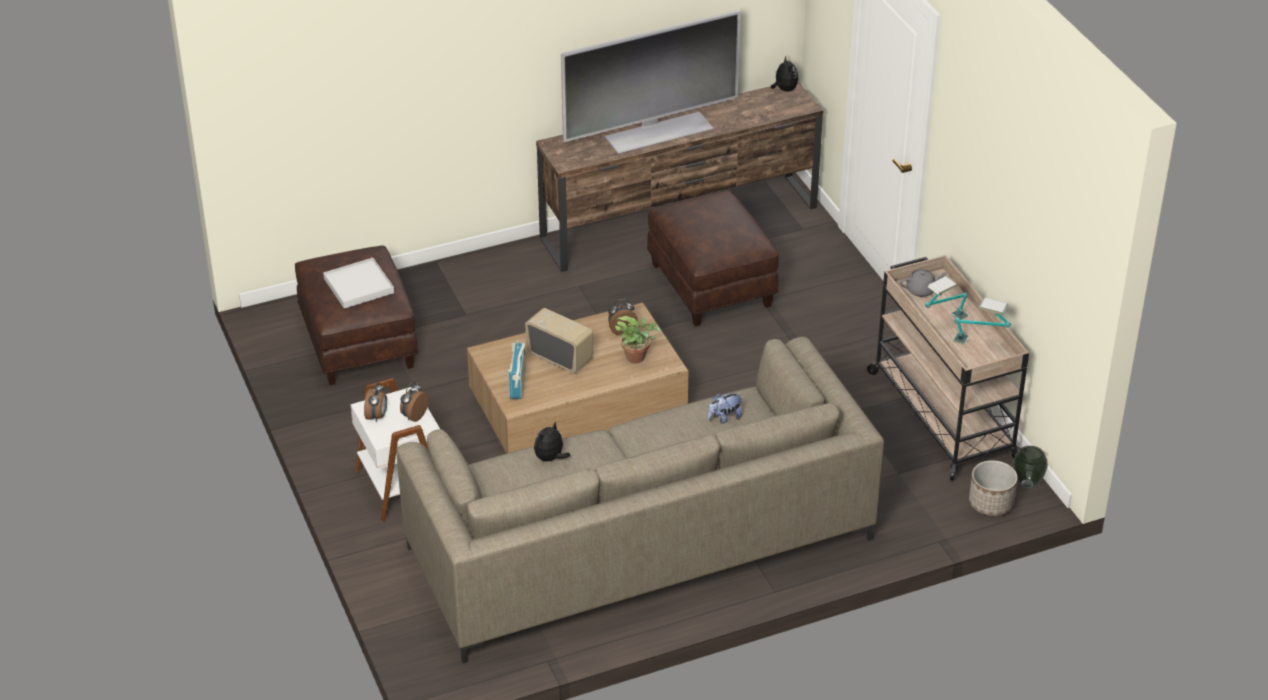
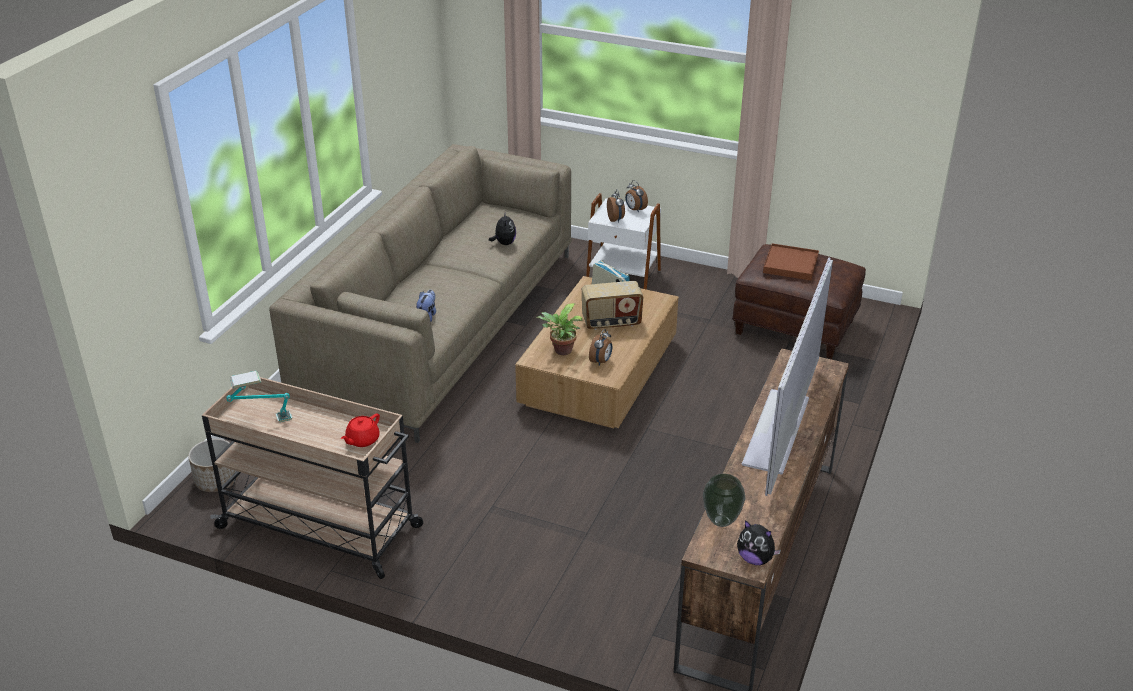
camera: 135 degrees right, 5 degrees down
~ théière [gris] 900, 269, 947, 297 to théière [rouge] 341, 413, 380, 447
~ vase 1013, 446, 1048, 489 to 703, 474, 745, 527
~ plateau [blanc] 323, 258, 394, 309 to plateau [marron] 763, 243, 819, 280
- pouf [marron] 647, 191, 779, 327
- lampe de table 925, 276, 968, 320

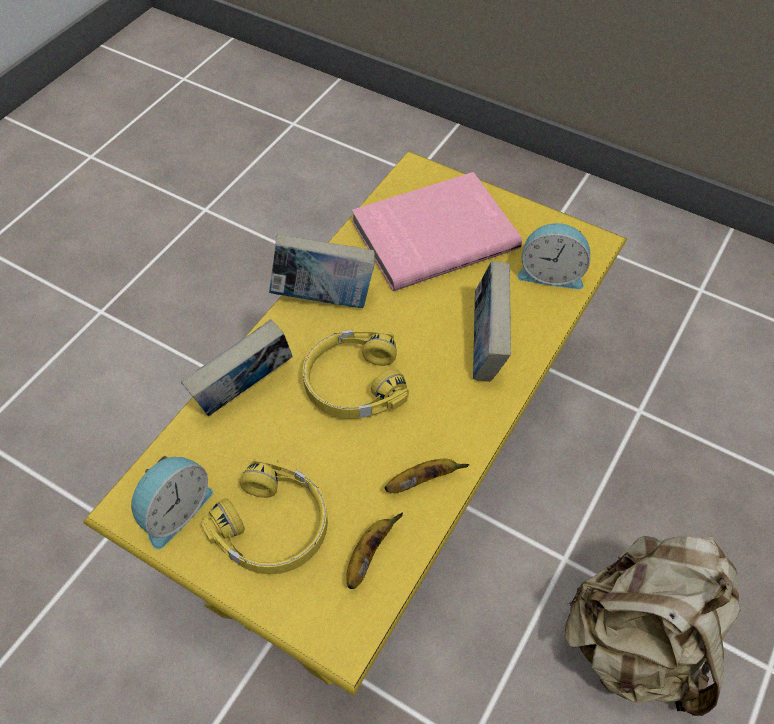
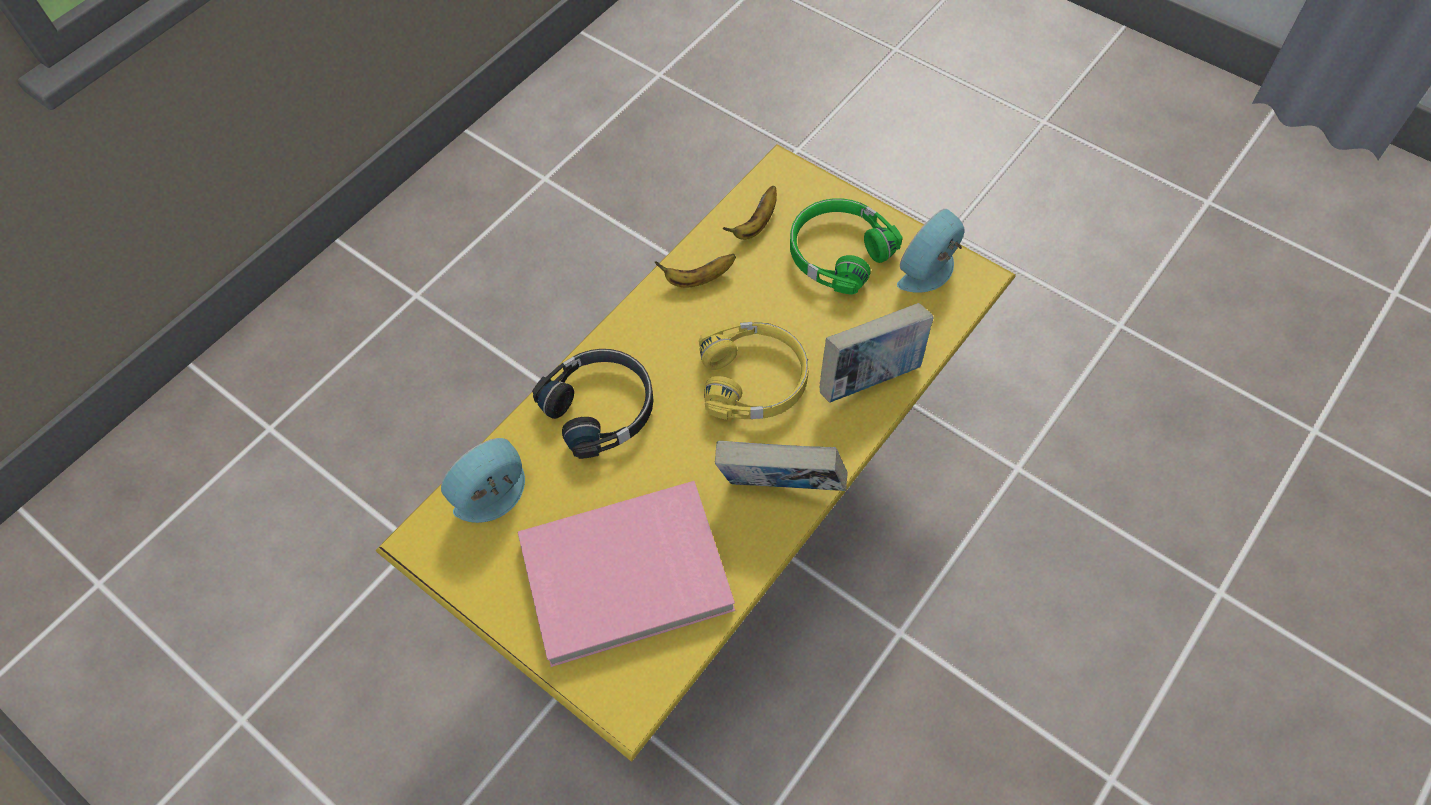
camera: 170 degrees left, 5 degrees up
~ réveil 517, 223, 590, 290 = 441, 438, 525, 523 60 degrees counterclockwise
~ livre 473, 261, 511, 382 to casque audio [noir] 532, 349, 653, 459
~ casque audio [jaune] 201, 457, 328, 575 to casque audio [vert] 790, 198, 902, 295
- sac à dos [beige] 565, 536, 741, 716

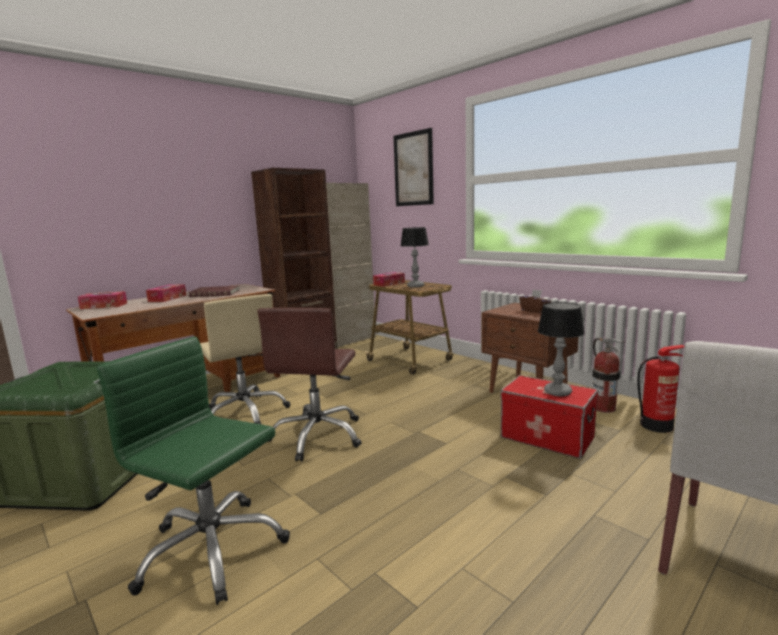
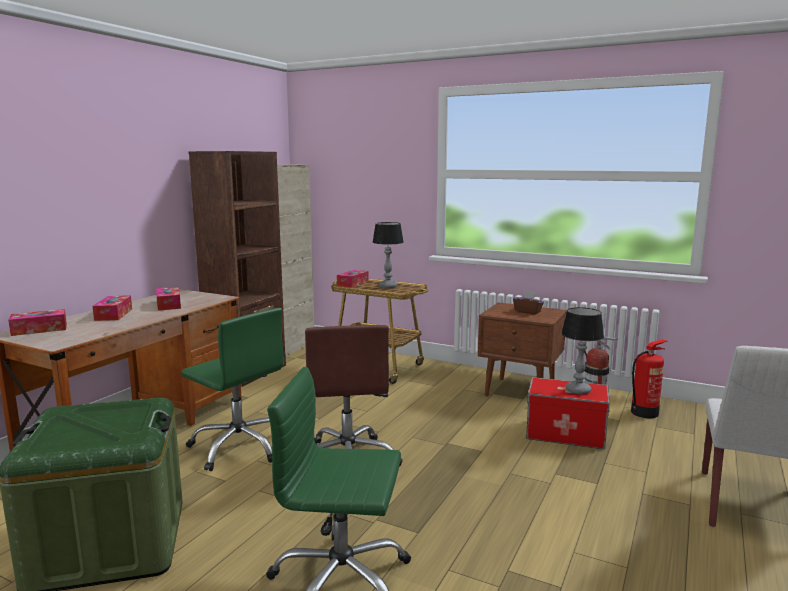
camera: 20 degrees left, 0 degrees up
~ livre [rouge] 189, 286, 239, 297 to boîte à mouchoirs 156, 287, 181, 311
~ chaise de bureau [beige] 200, 294, 290, 424 to chaise de bureau [vert] 181, 308, 283, 471
- tableau 393, 128, 434, 206

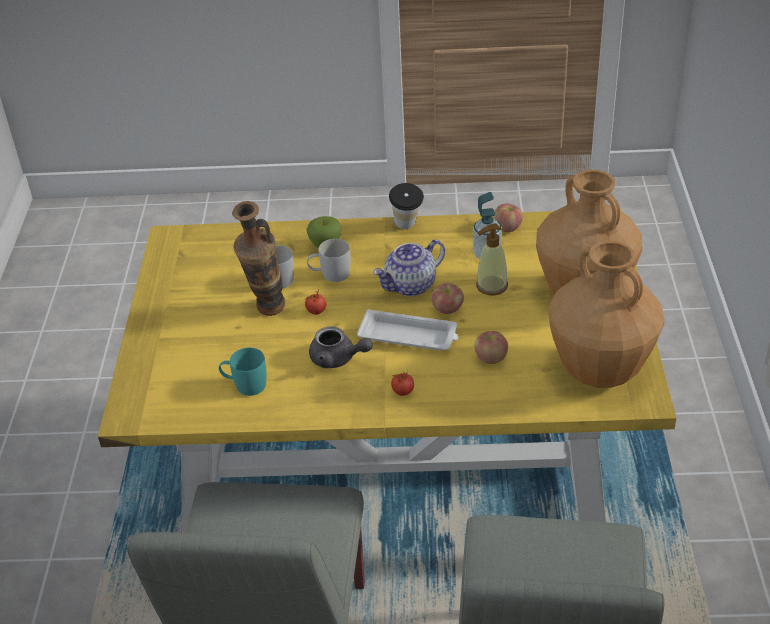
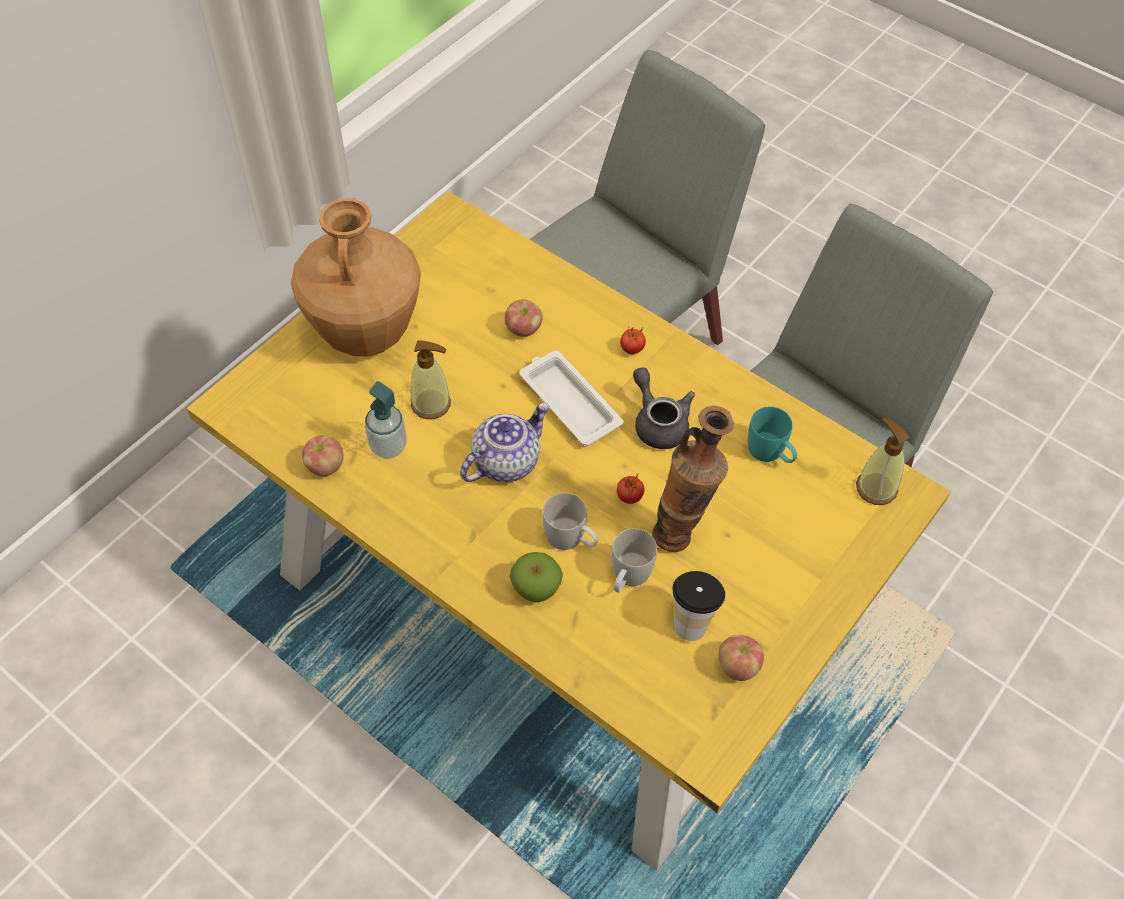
camera: 145 degrees left, 15 degrees up
~ théière 373, 239, 445, 296 = 460, 403, 550, 482 45 degrees counterclockwise
~ tasse 389, 183, 424, 229 to 673, 571, 725, 641
~ pomme 432, 283, 464, 314 to 718, 635, 764, 681
+ distributeur de savon 856, 418, 910, 505
- vase [marron] 548, 241, 665, 388

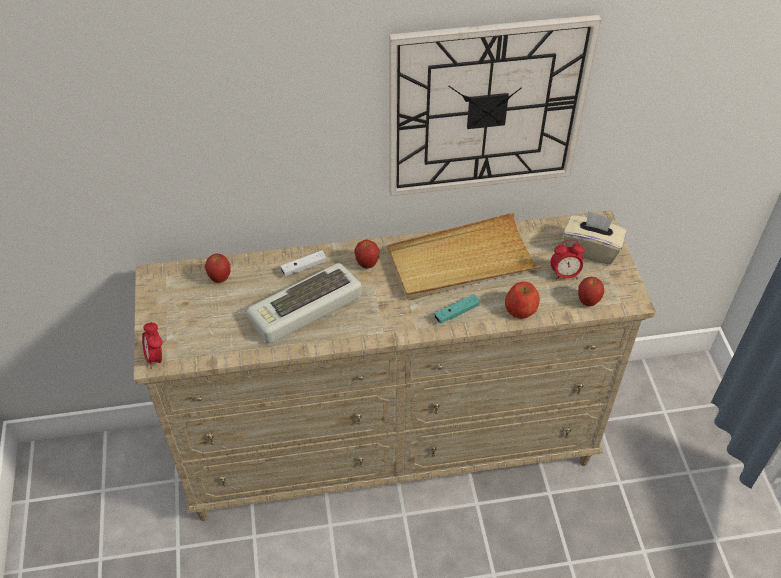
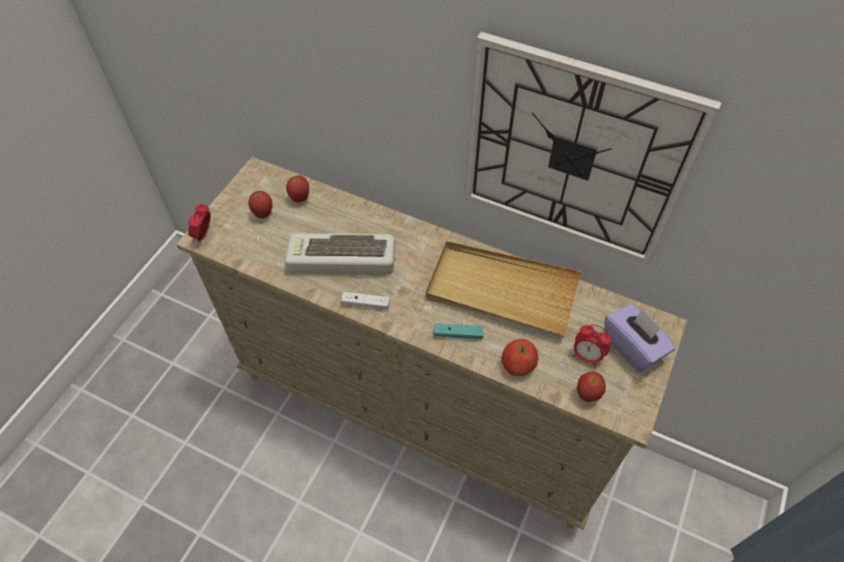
camera: 35 degrees right, 5 degrees up
~ pomme 354, 240, 380, 269 to 248, 191, 273, 218
~ manette [blanc] 281, 250, 326, 276 to 341, 292, 390, 310
~ boîte à mouchoirs [beige] 563, 211, 627, 265 to boîte à mouchoirs [violet] 604, 304, 676, 372

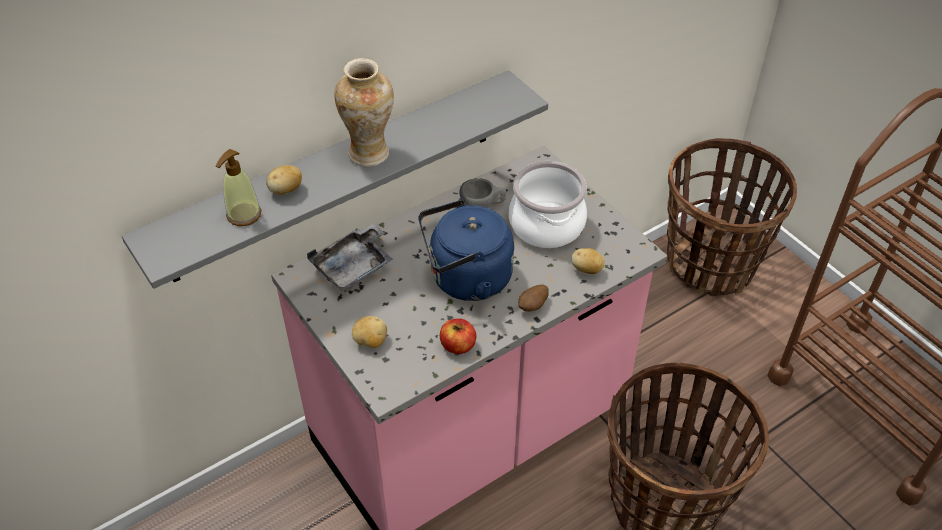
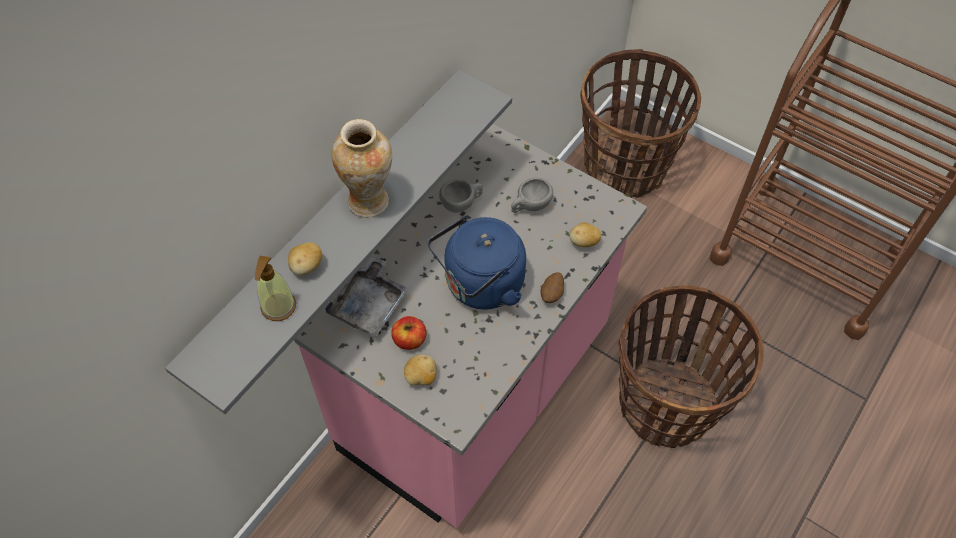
camera: 20 degrees left, 10 degrees up
~ pomme 440, 318, 476, 354 to 391, 316, 426, 350
~ marmite 509, 161, 587, 248 to tasse [gris] 511, 177, 553, 213

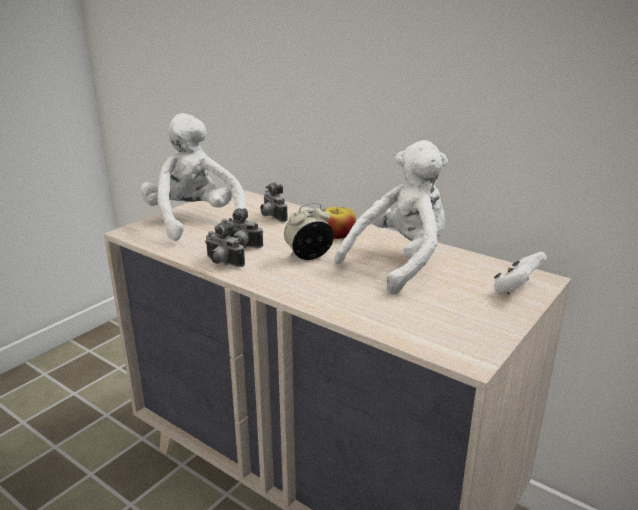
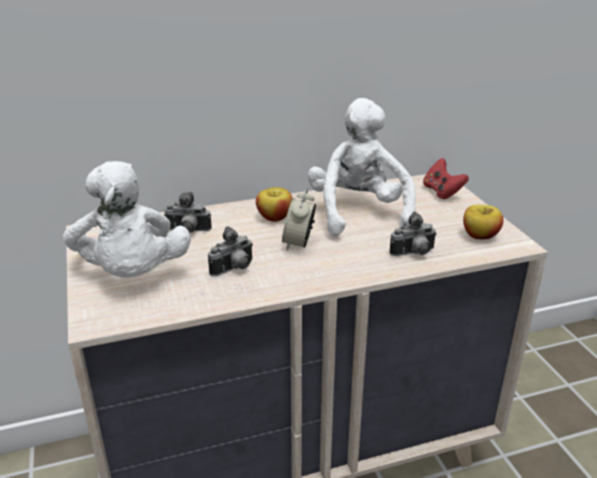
camera: 55 degrees left, 5 degrees up
~ peluche [blanc] 140, 113, 246, 241 = 63, 161, 191, 277 120 degrees counterclockwise
~ appareil photo 205, 222, 245, 267 to 389, 212, 437, 256
~ manette [blanc] 494, 252, 547, 294 to manette [rouge] 423, 158, 469, 199
+ pomme 463, 205, 503, 239

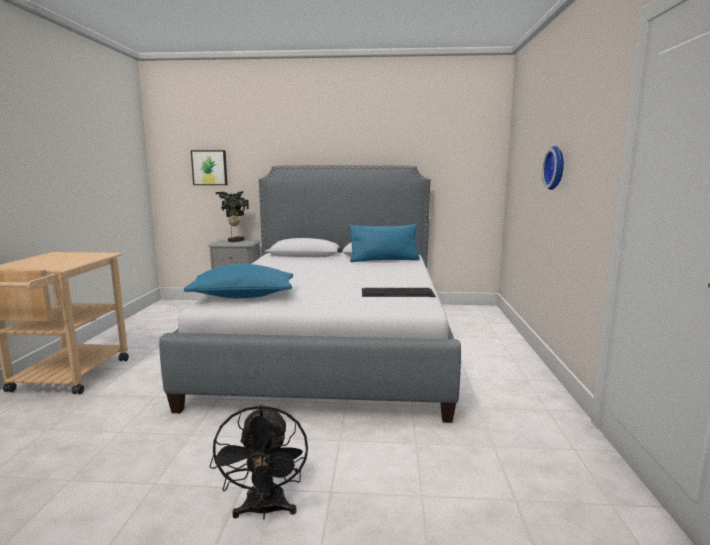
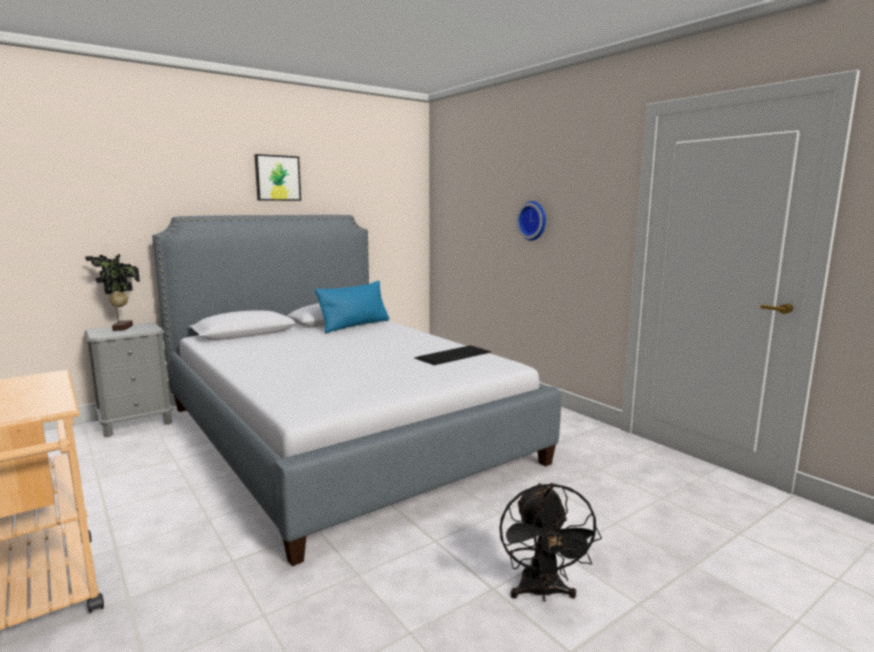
camera: 40 degrees left, 0 degrees up
~ tableau 191, 150, 228, 185 to 254, 154, 301, 201
~ ventilateur [noir] 209, 405, 308, 520 = 499, 483, 602, 601 45 degrees clockwise
- coussin [bleu] 184, 264, 293, 298

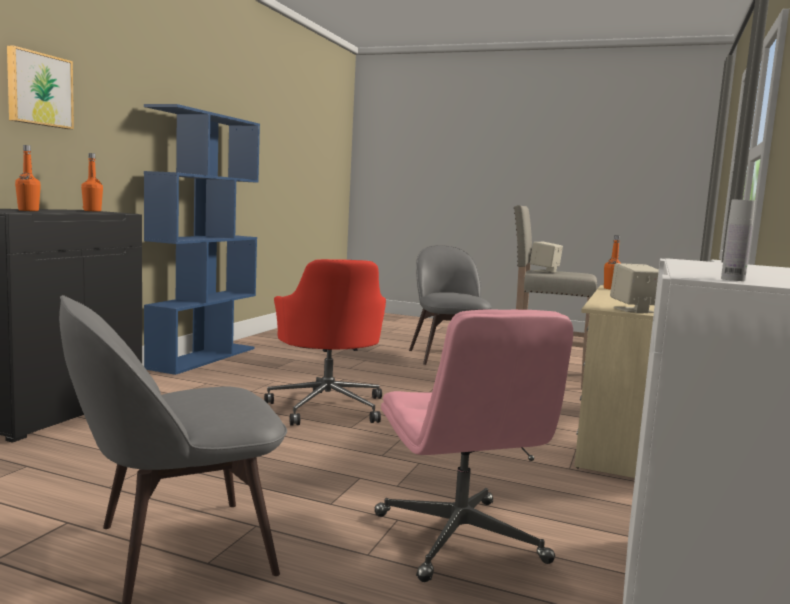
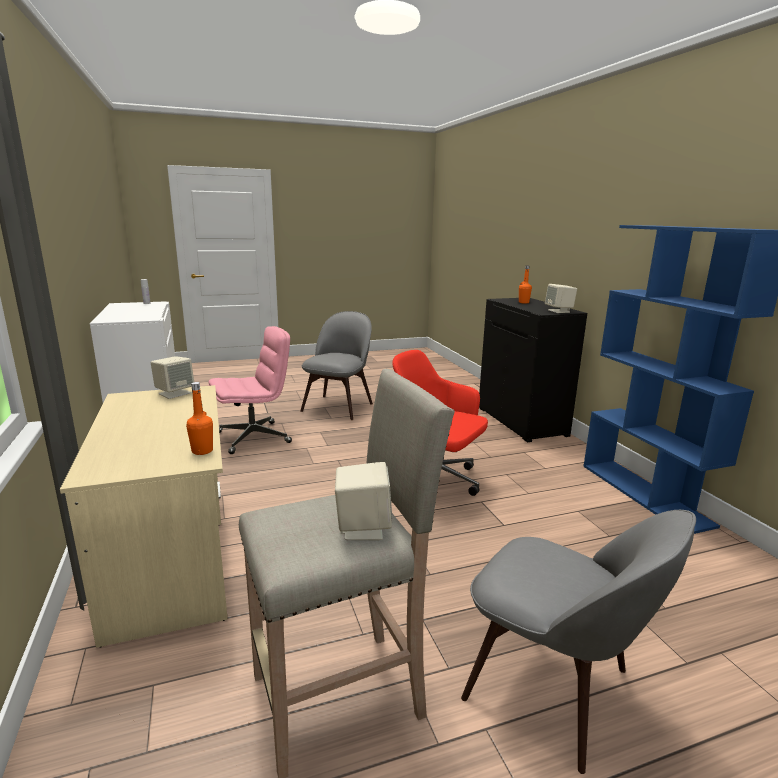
camera: 140 degrees right, 10 degrees up
~ chaise de bureau [rose] 375, 309, 573, 582 = 208, 326, 292, 454 120 degrees clockwise
~ bouteille [orange] 81, 153, 103, 212 to enceinte [beige] 545, 284, 577, 313
- tableau 7, 45, 74, 129

